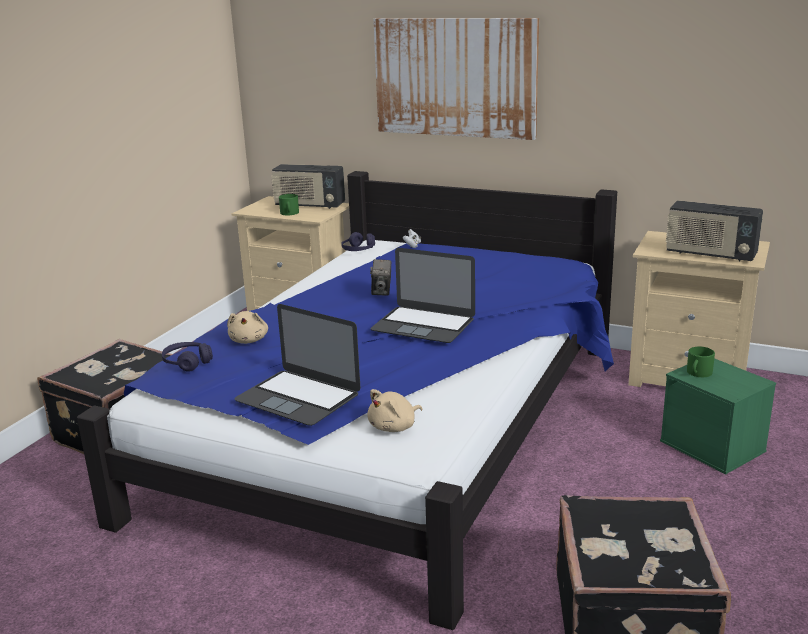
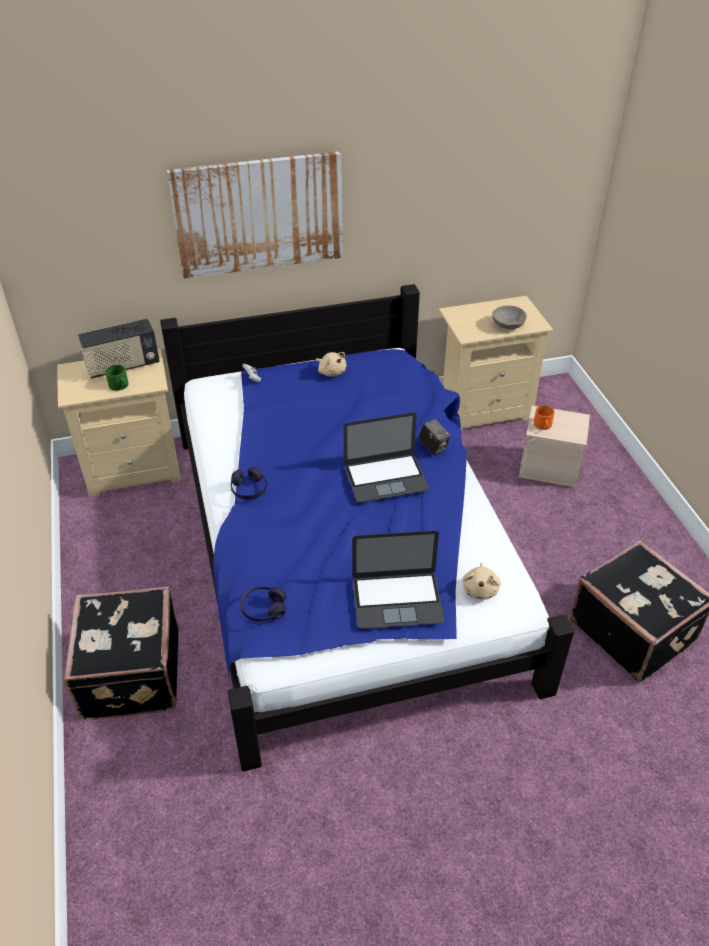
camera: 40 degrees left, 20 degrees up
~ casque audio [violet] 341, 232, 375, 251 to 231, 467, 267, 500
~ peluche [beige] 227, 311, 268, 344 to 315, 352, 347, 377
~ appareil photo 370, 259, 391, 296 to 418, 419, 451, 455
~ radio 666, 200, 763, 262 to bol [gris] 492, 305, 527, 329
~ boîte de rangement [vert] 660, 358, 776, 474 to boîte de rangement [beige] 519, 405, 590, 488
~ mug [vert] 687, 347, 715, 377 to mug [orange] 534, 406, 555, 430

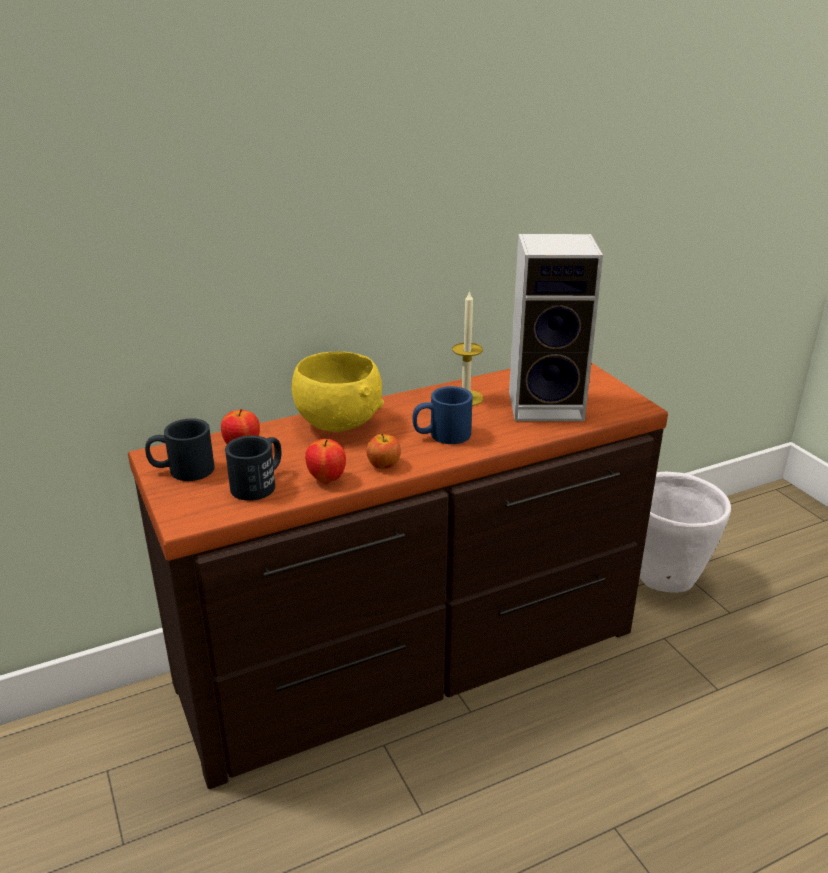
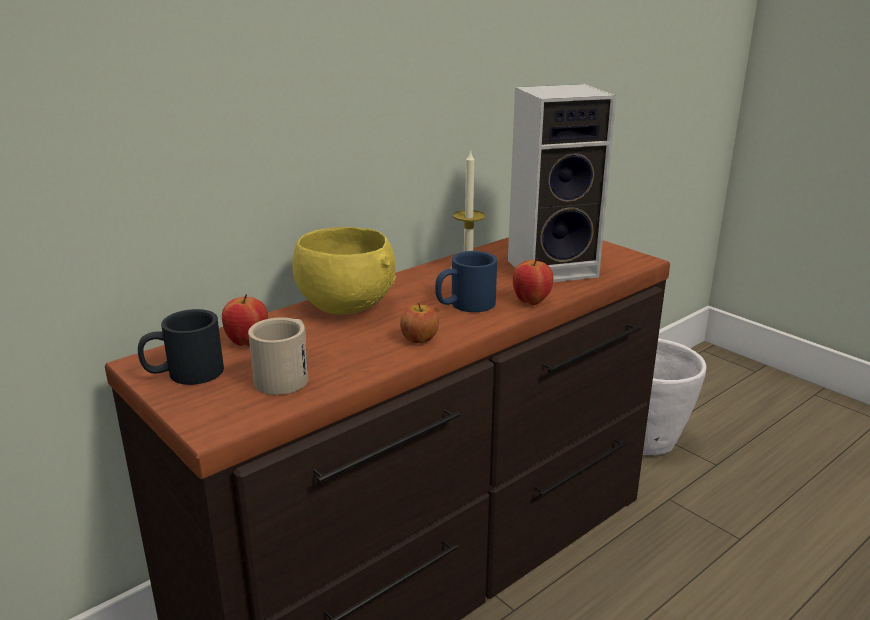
camera: 15 degrees left, 5 degrees down
~ mug [noir] 225, 435, 281, 501 to mug [beige] 248, 317, 308, 395
~ pomme 305, 439, 346, 484 to 513, 258, 554, 305

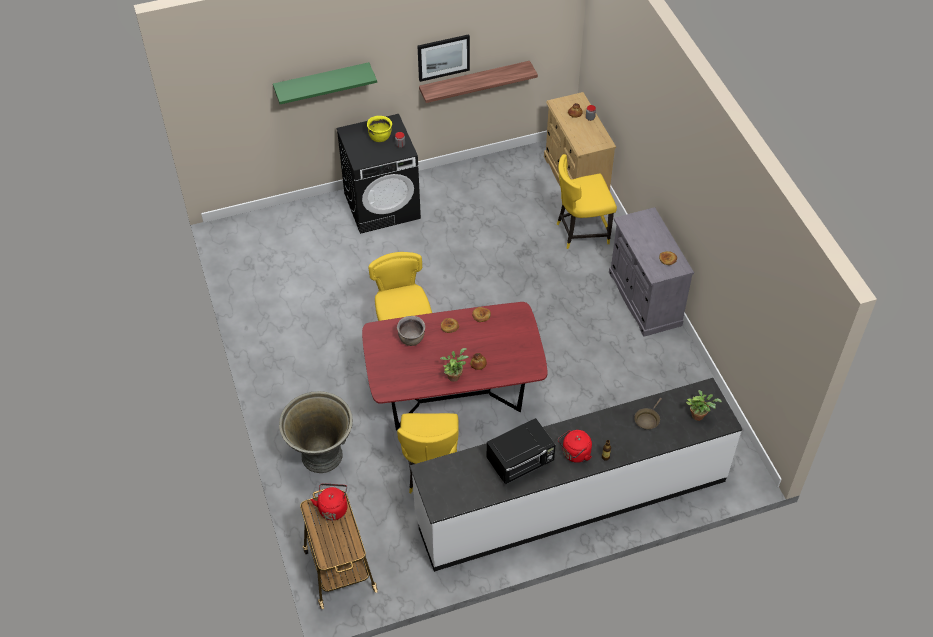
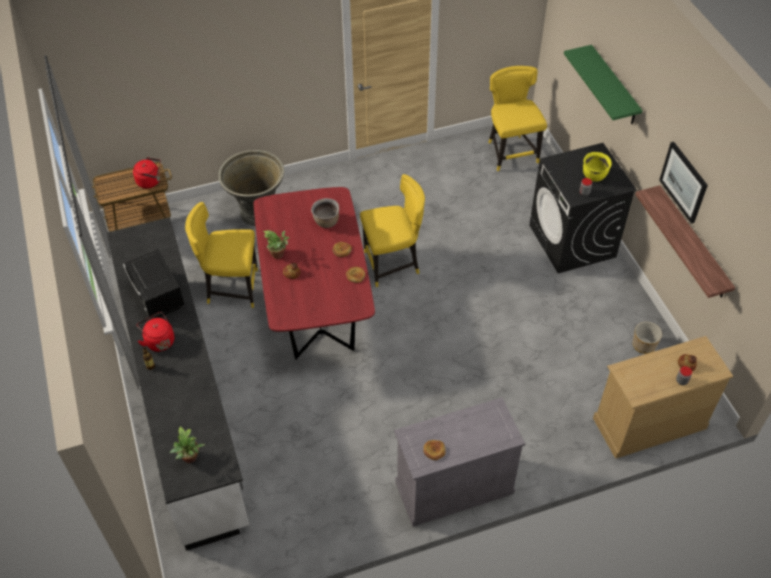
camera: 90 degrees right, 0 degrees up
~ chaise [jaune] 557, 154, 617, 249 to 488, 66, 547, 171
+ cache-pot 633, 322, 662, 354
- poêle [marron] 634, 398, 662, 430

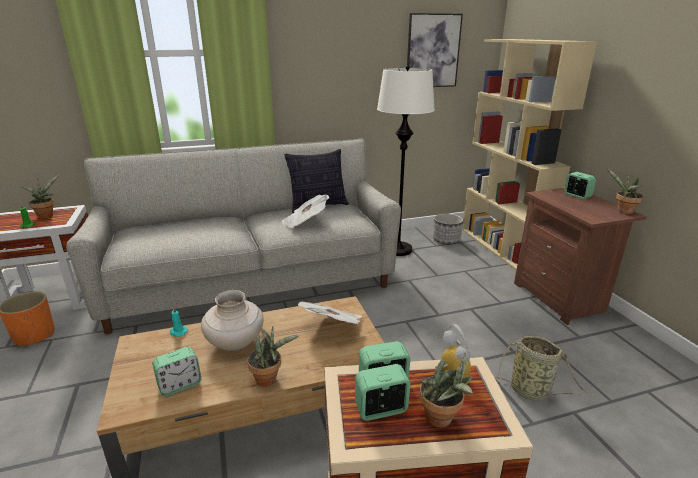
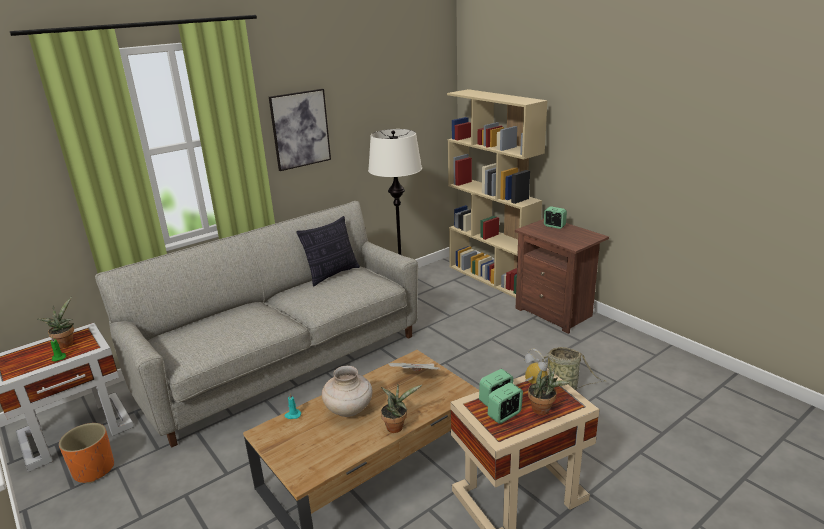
camera: 20 degrees left, 0 degrees up
~ tableau 407, 13, 463, 87 to 269, 89, 331, 171
- réveil 152, 347, 201, 396
- journal 281, 195, 329, 228
- cache-pot 433, 214, 463, 244
- plante en pot 607, 169, 643, 214

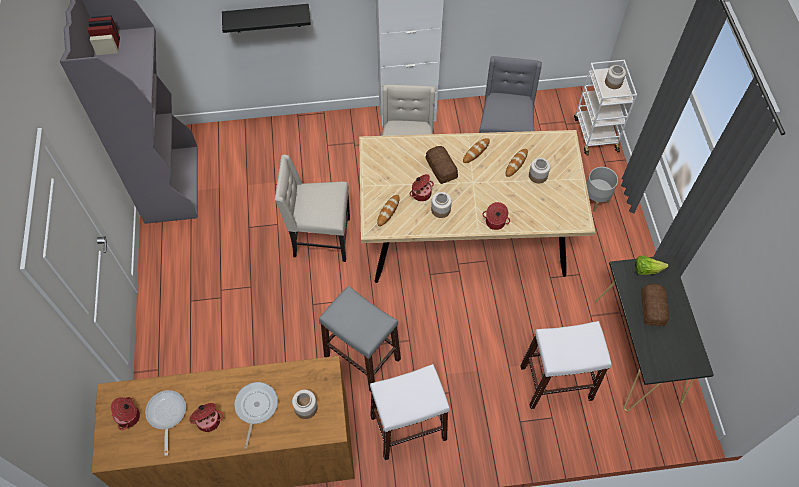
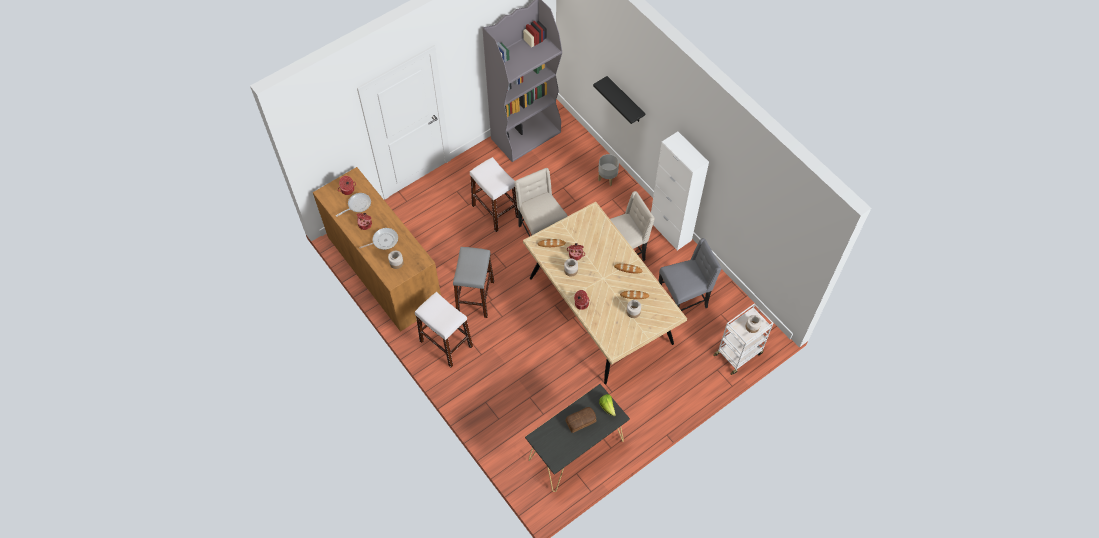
camera: 60 degrees right, 0 degrees up
~ tabouret [blanc] 520, 321, 612, 409 to 470, 157, 518, 232
~ cache-pot [gris] 586, 167, 618, 212 to 598, 154, 619, 186
- pain 425, 146, 458, 184

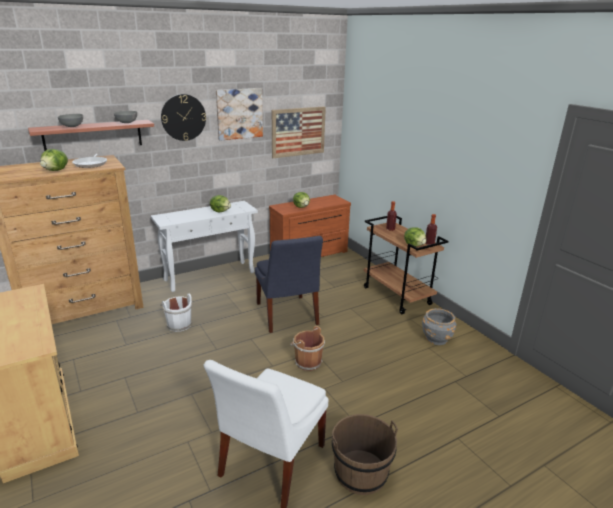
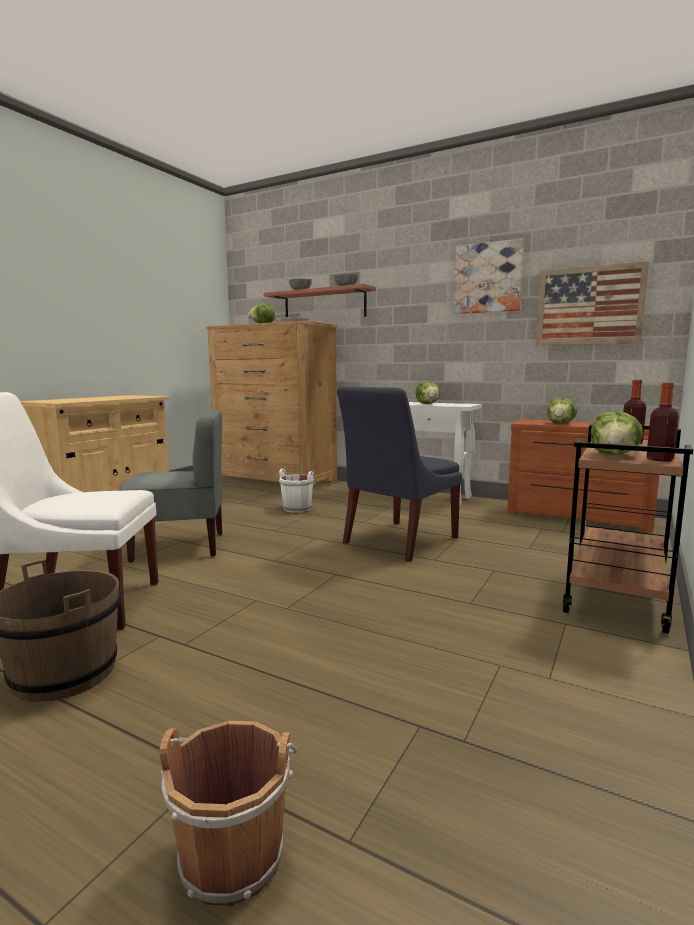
camera: 60 degrees right, 15 degrees down
+ chaise [gris] 119, 410, 223, 563
~ seau [marron] 290, 326, 325, 371 to 160, 721, 297, 906
- horloge murale 161, 94, 206, 141
- cache-pot [gris] 422, 308, 456, 345

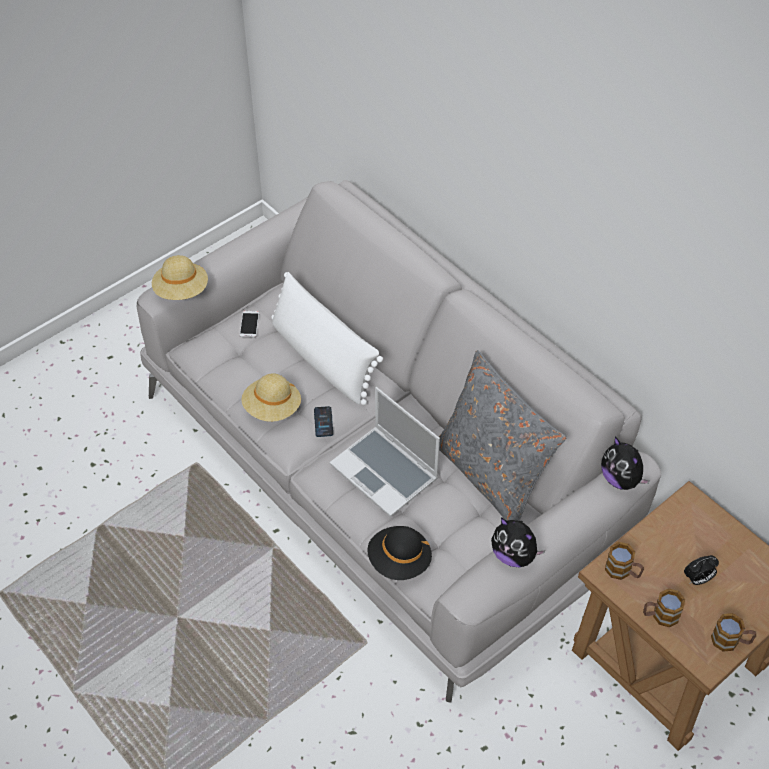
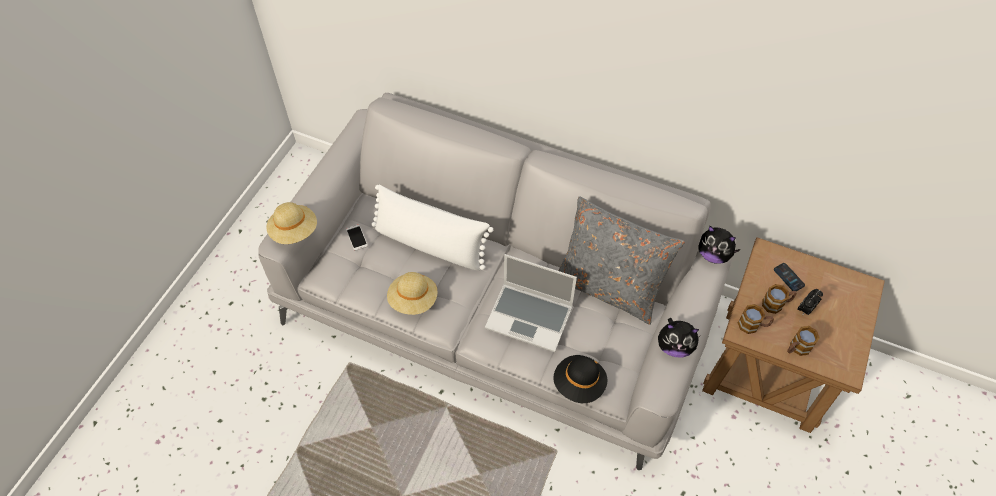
camera: 25 degrees left, 5 degrees up
~ mug 711, 613, 756, 652 to 762, 284, 797, 314
~ téléphone 314, 406, 333, 437 to 774, 263, 805, 291

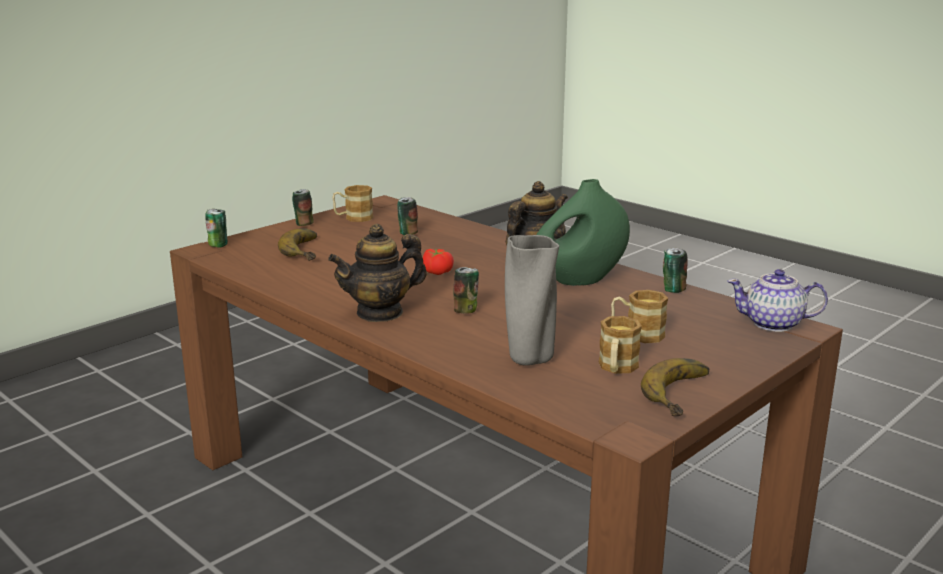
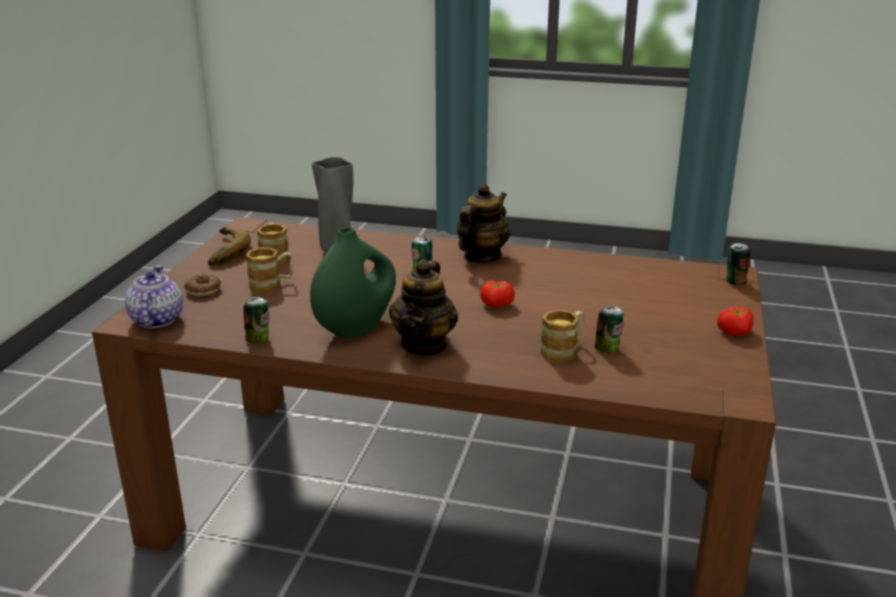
camera: 150 degrees right, 5 degrees up
~ théière 728, 269, 828, 332 = 125, 265, 183, 328 75 degrees counterclockwise
+ beignet 184, 273, 221, 296
~ mug 332, 185, 373, 222 to 540, 310, 584, 363
~ boîte métallique 292, 189, 314, 226 to tomate 717, 306, 754, 335
- banane 278, 228, 317, 261

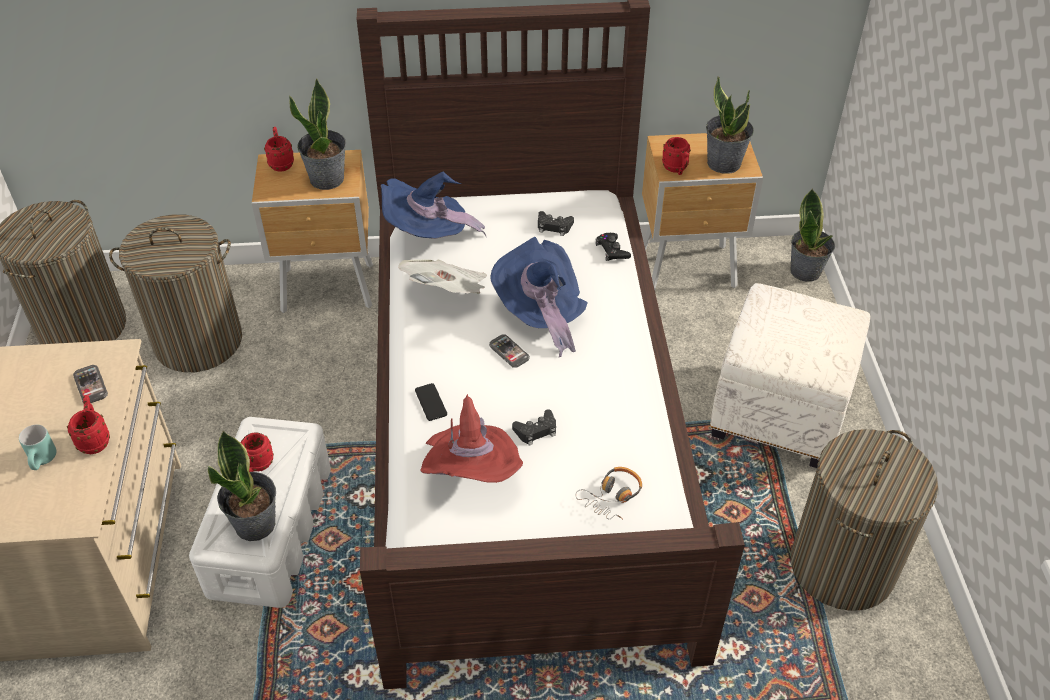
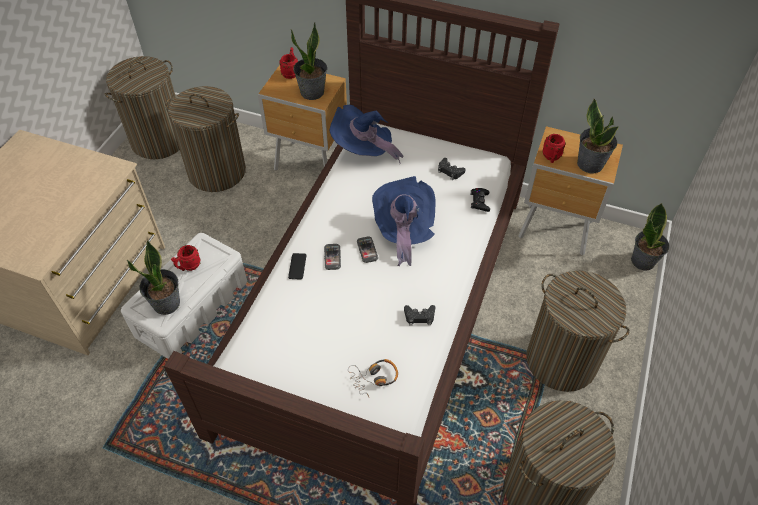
camera: 25 degrees right, 5 degrees up
~ téléphone 73, 365, 108, 403 to 324, 244, 341, 270
~ manette [noir] 512, 409, 556, 446 to 404, 305, 435, 326
~ pouf [blanc] 710, 283, 870, 468 to panier à linge 526, 271, 630, 392
- mug [turquoise] 19, 425, 57, 470
- mug [rouge] 67, 395, 110, 454
- journal 398, 259, 487, 294
- chapeau [rouge] 421, 394, 523, 483

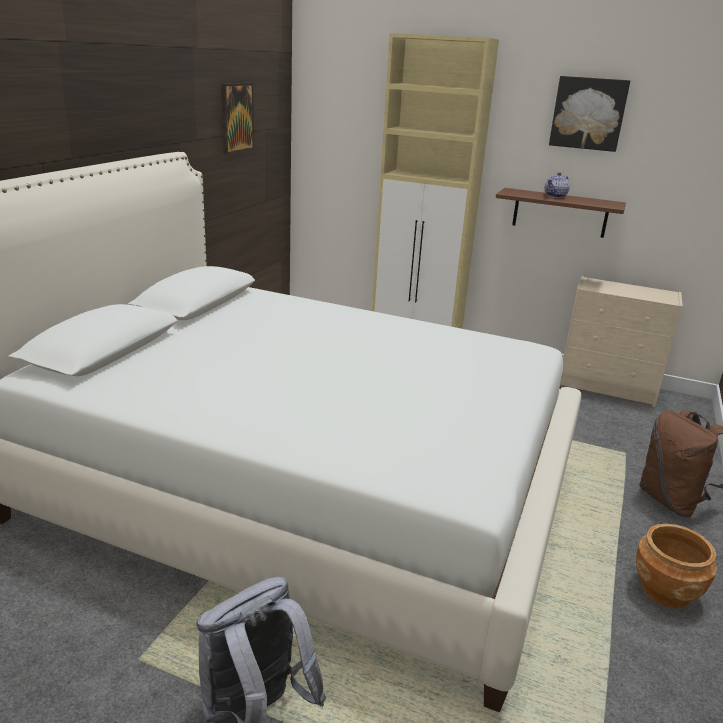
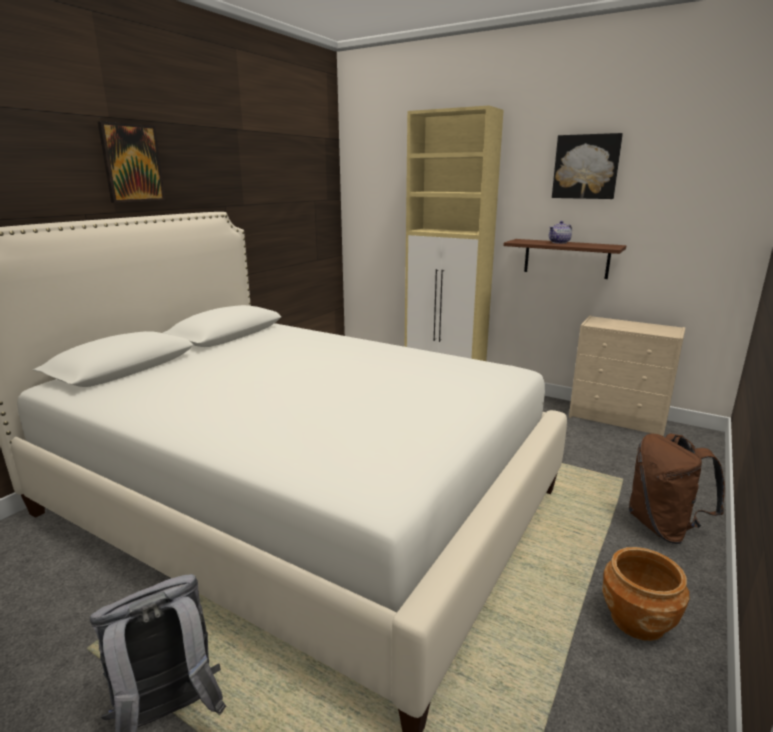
camera: 10 degrees right, 5 degrees down
~ tableau 221, 83, 254, 154 to 98, 121, 165, 203

